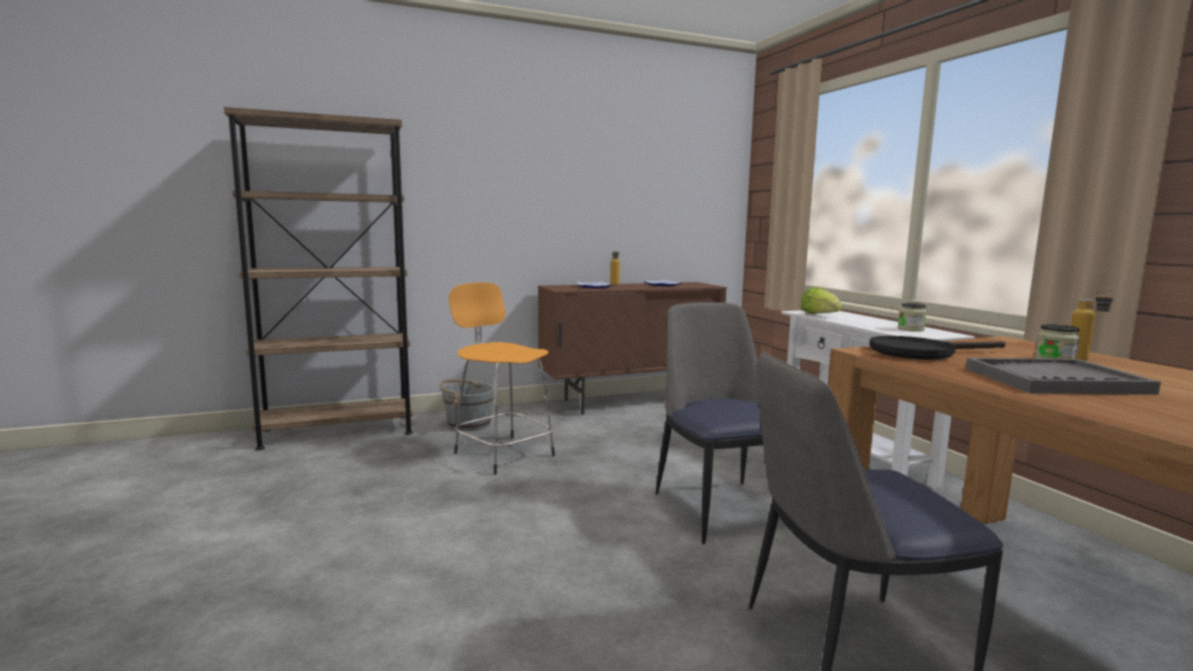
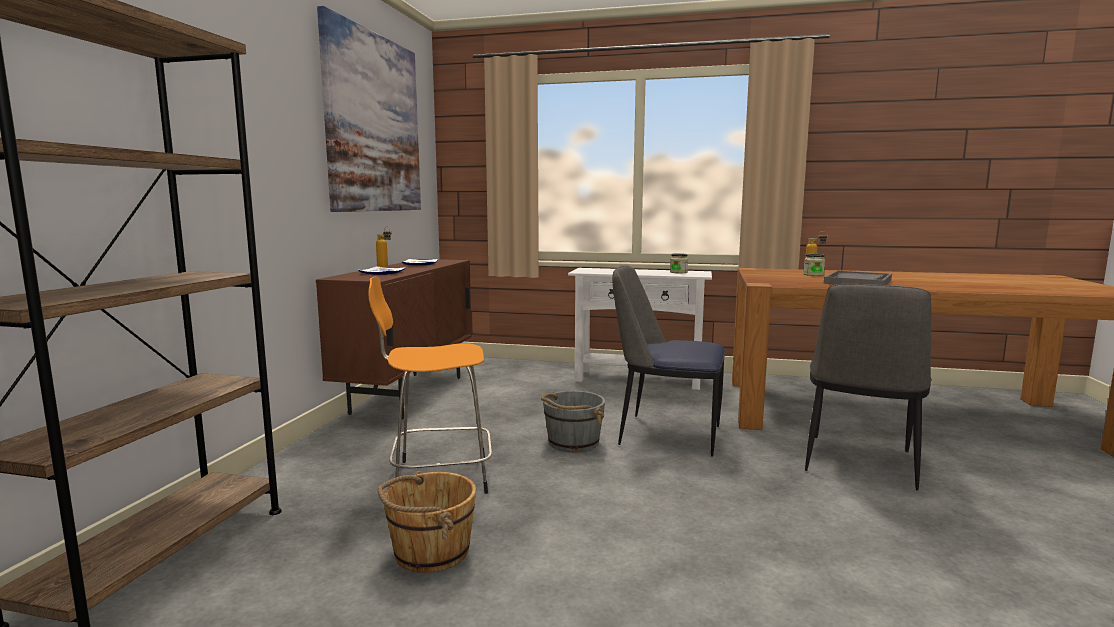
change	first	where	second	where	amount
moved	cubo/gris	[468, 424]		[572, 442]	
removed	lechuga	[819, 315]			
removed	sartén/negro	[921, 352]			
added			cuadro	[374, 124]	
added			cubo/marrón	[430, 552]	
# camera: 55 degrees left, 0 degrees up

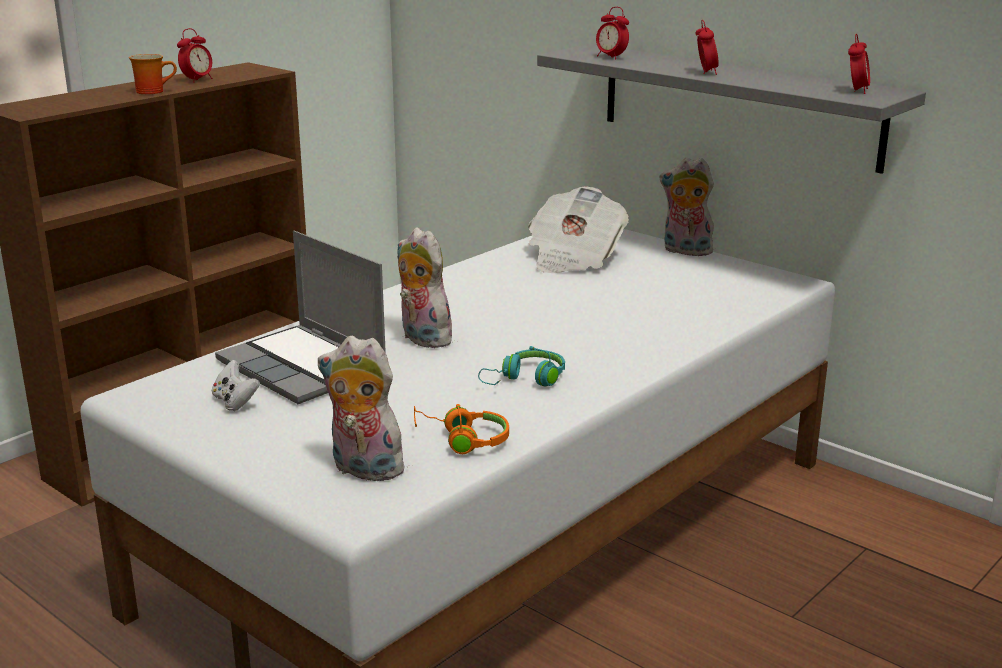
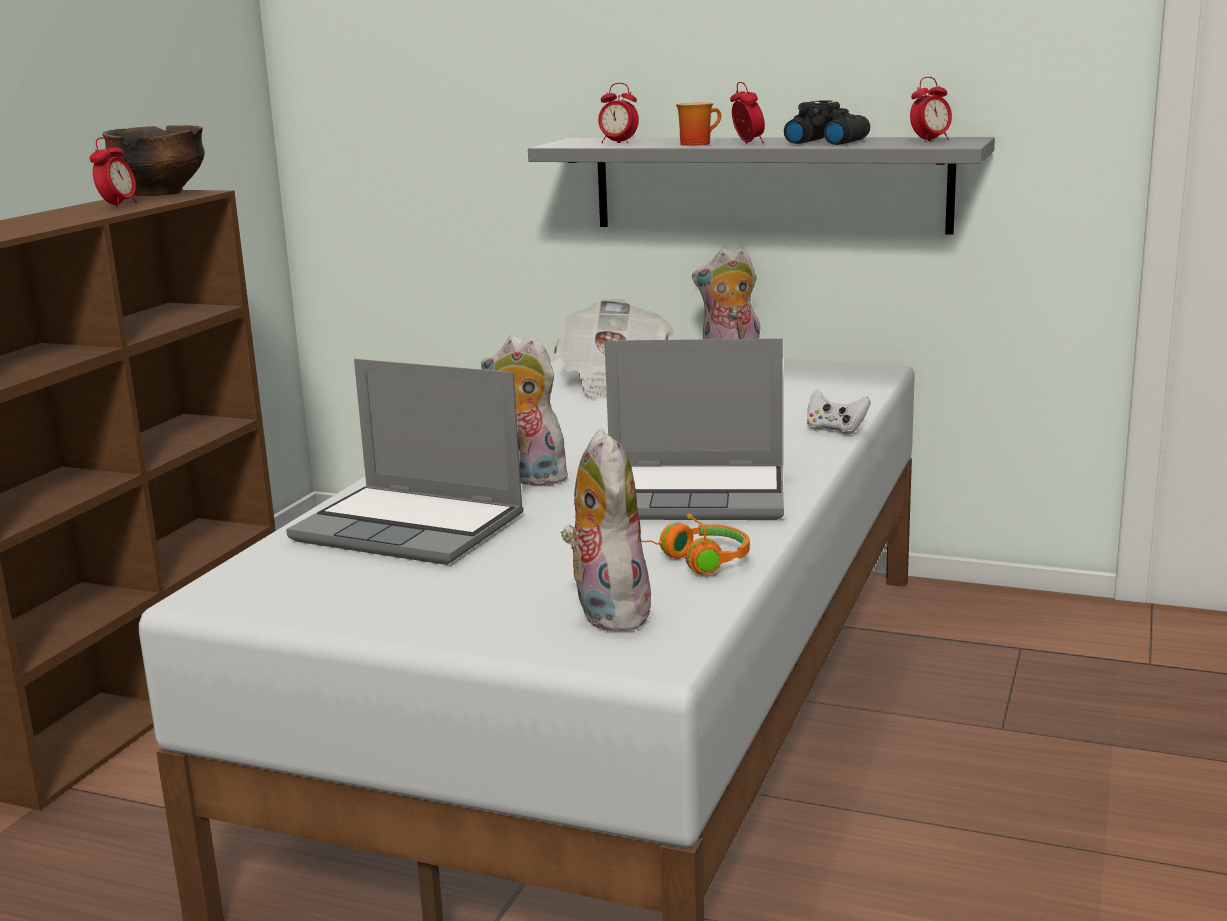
change	first	where	second	where	amount
moved	taza grande	[153, 91]		[696, 144]	
moved	mando de consola/blanco	[235, 402]		[835, 429]	
turned	peluche	[363, 470]		[606, 612]	75 degrees clockwise
replaced	auriculares/turquesa	[526, 380]	portátil	[695, 495]	
turned	despertador	[856, 91]		[930, 141]	60 degrees clockwise
added			cuenco	[159, 194]	
added			prismáticos/negro	[826, 142]	
# camera: 20 degrees left, 5 degrees down

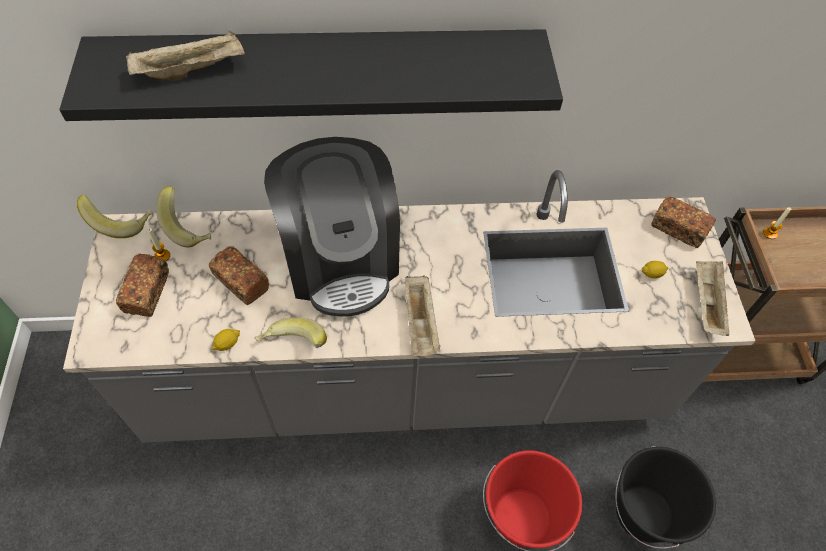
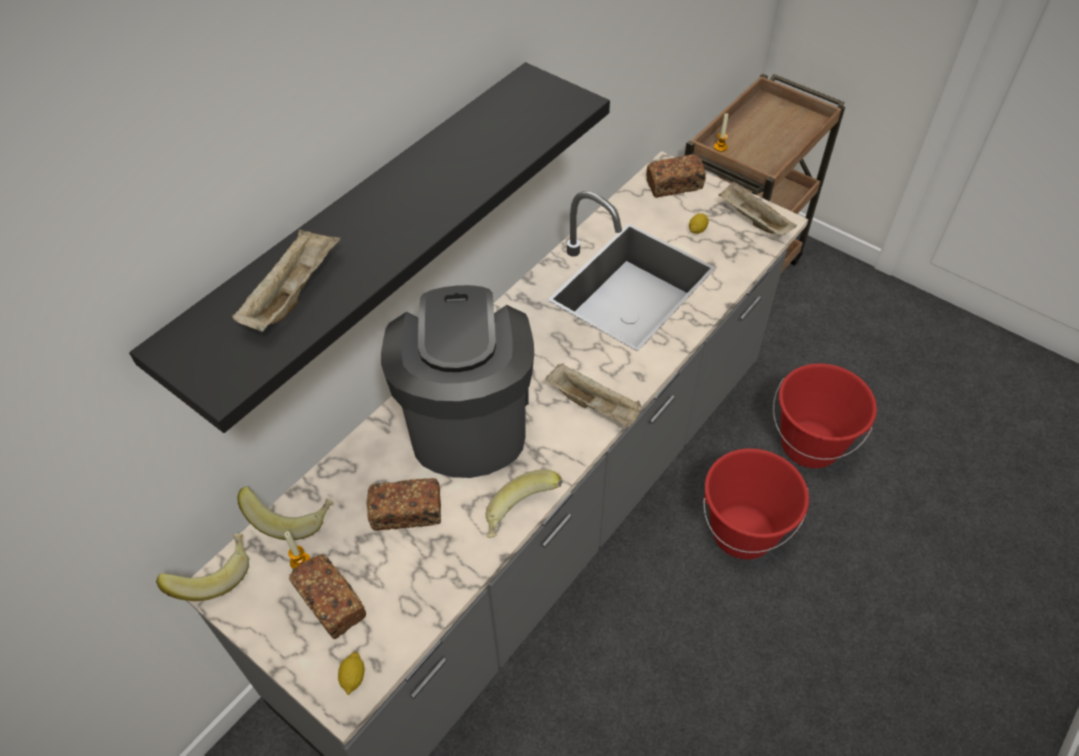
change	first	where	second	where	amount
moved	limón	[227, 344]		[353, 677]	
turned	cafetera	[340, 259]		[467, 418]	120 degrees counterclockwise
recoloured	cubo/negro	[643, 513]	cubo/rojo	[810, 445]	
# camera: 45 degrees left, 5 degrees down

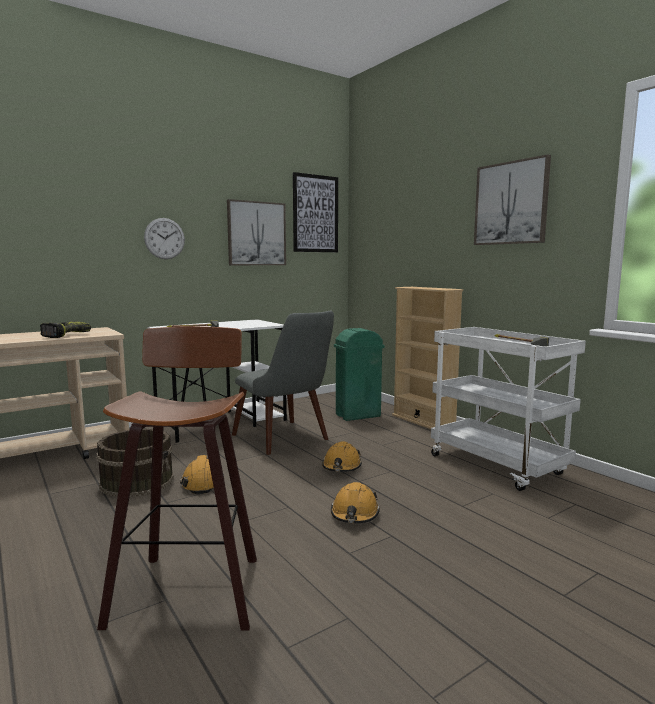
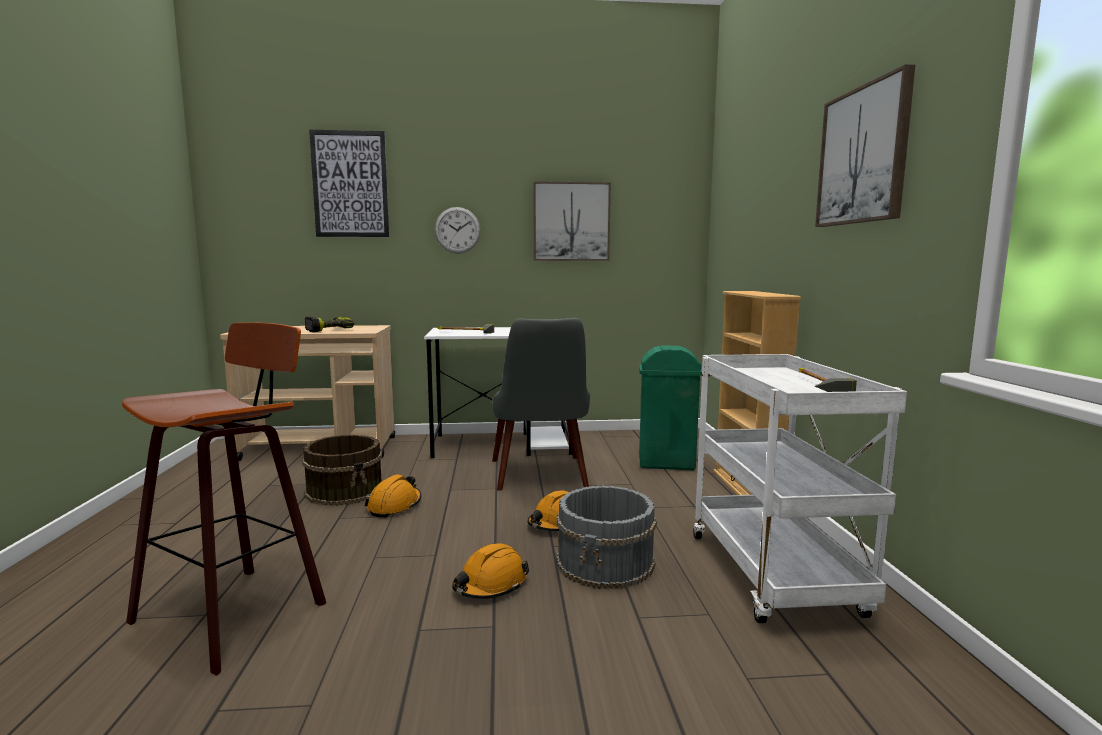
change	first	where	second	where	amount
moved	cuadro	[315, 214]		[350, 184]	
added			cubo/gris	[606, 562]	
# camera: 30 degrees right, 0 degrees up

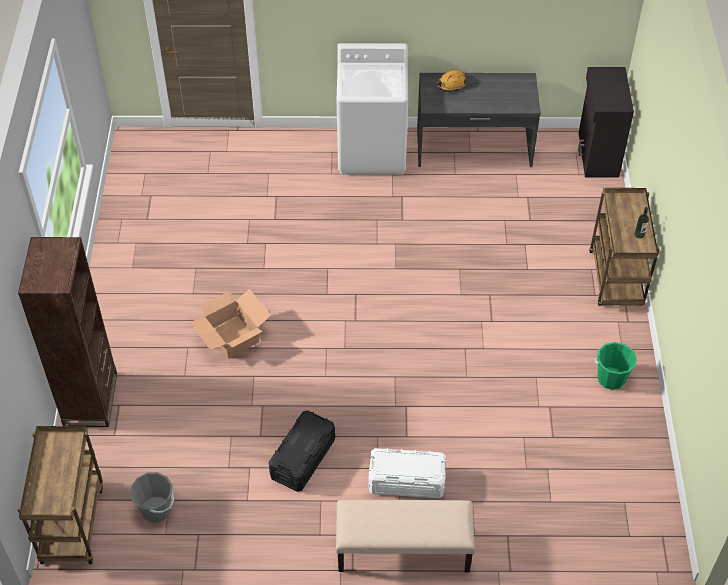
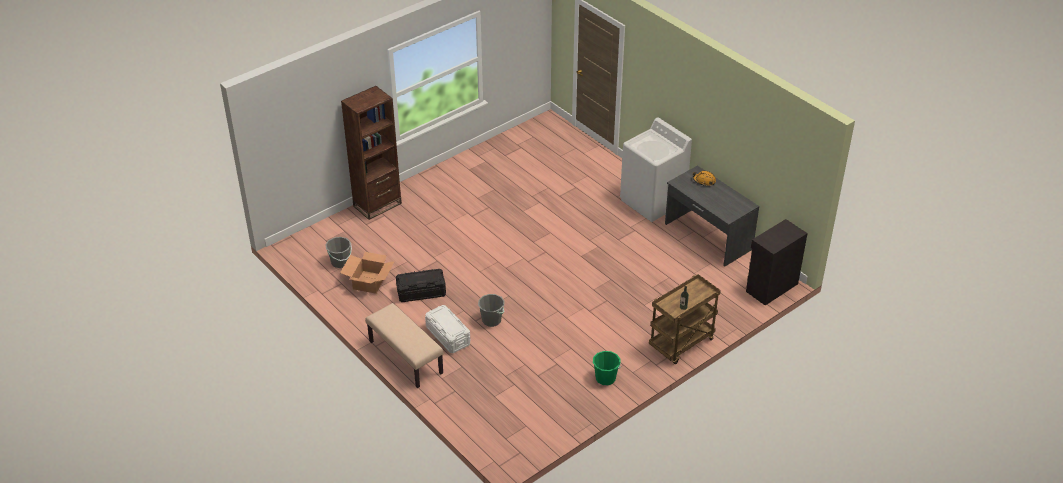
change	first	where	second	where	amount
removed	carrito/marrón	[72, 522]			
moved	caja de cartón	[232, 337]		[369, 282]	
added			cubo/gris	[491, 320]	
# camera: 50 degrees right, 10 degrees down

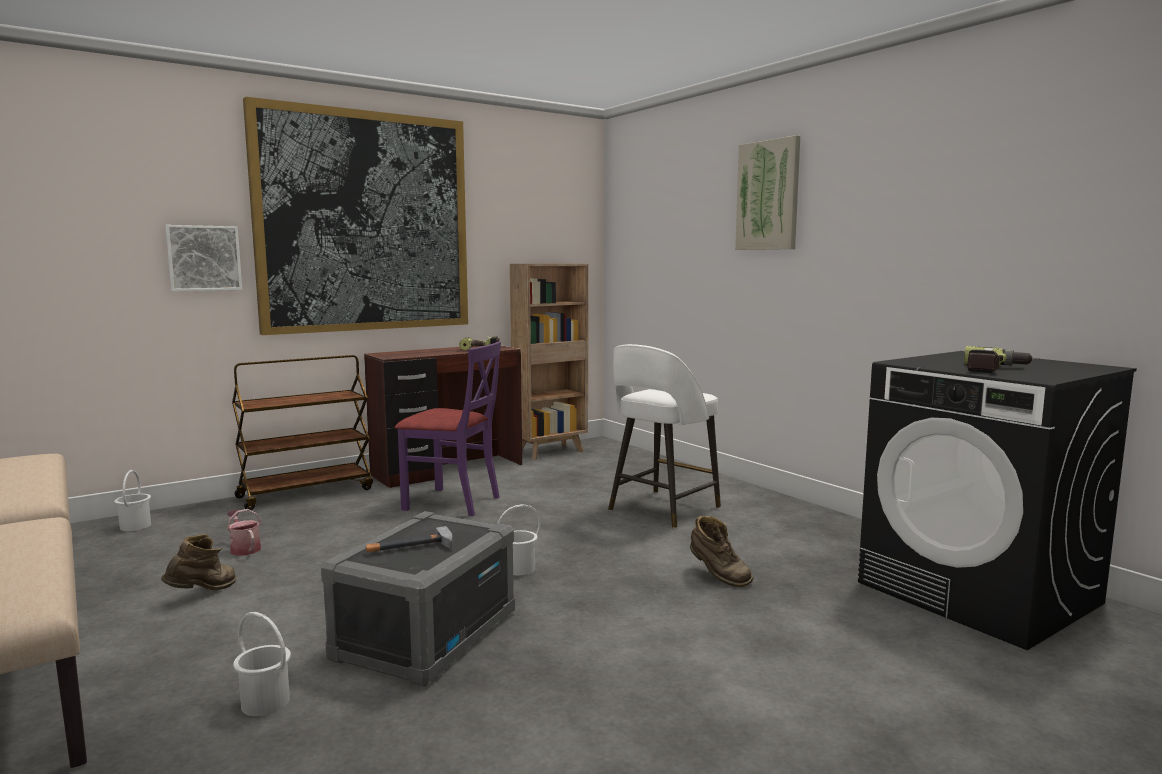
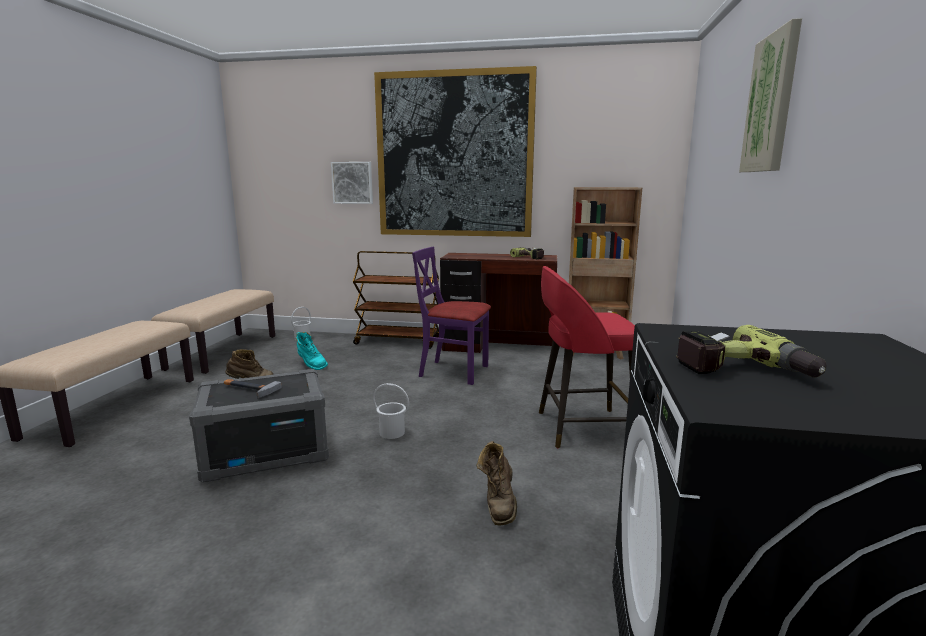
change	first	where	second	where	amount
replaced	regadera	[244, 548]	bota/turquesa	[311, 365]	
removed	cubo/blanco	[265, 703]			
turned	silla/morado	[452, 502]		[454, 371]	135 degrees clockwise
recoloured	taburete/blanco	[662, 509]	taburete/rojo	[581, 428]	
# camera: 45 degrees right, 5 degrees up

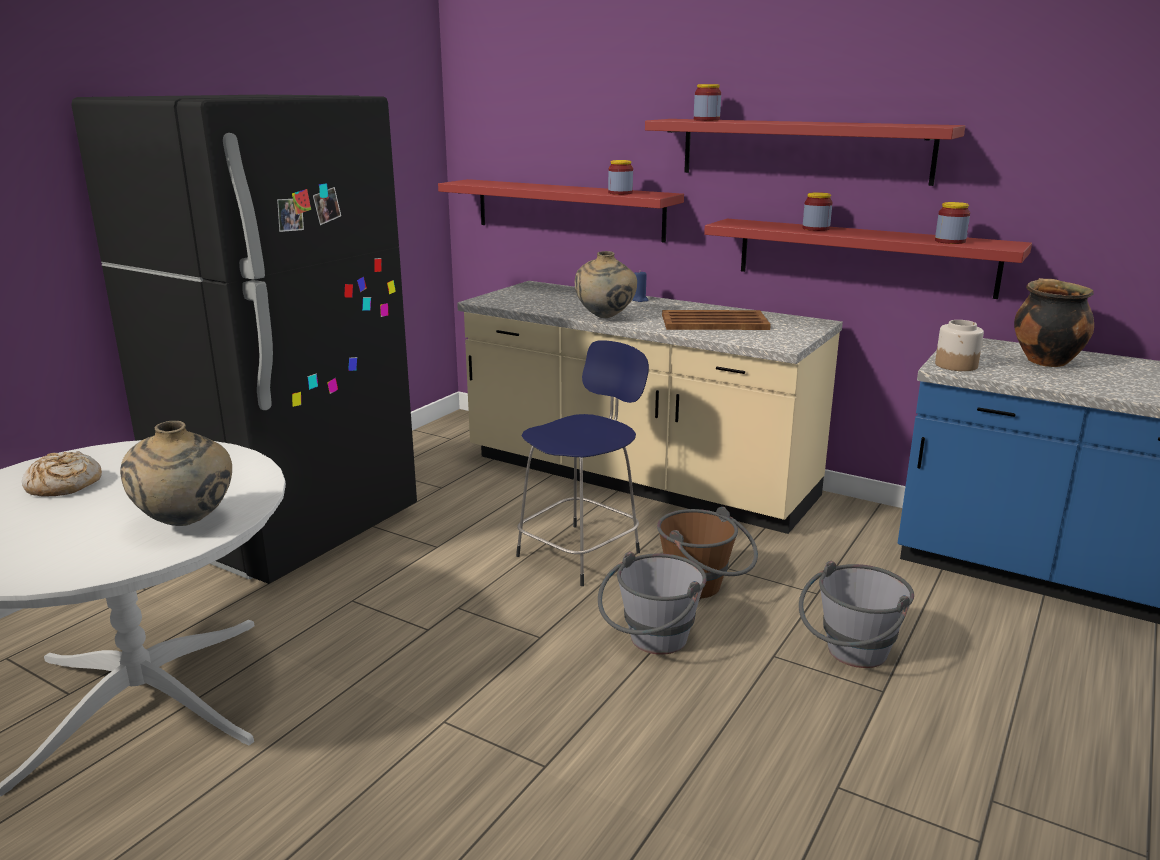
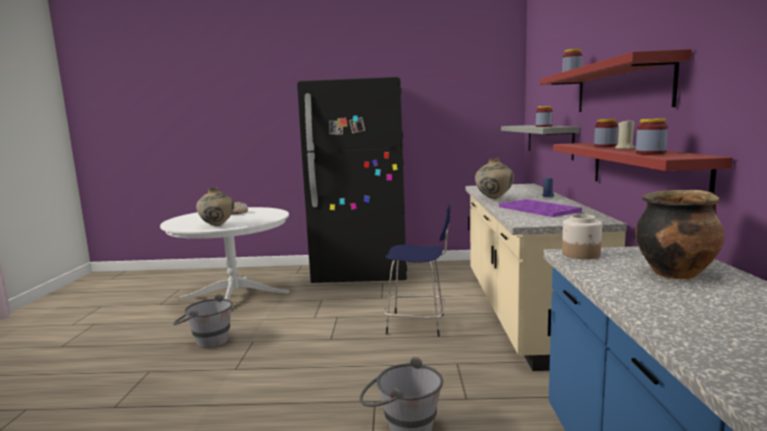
change	first	where	second	where	amount
recoloured	estante/rojo	[568, 209]	estante/gris	[548, 140]	
moved	cubo/gris	[651, 644]		[206, 341]	
removed	cubo/marrón	[704, 589]			
recoloured	bandeja/marrón	[715, 322]	bandeja/morado	[539, 209]	
added			vela/beis	[625, 148]	
# camera: 60 degrees right, 10 degrees down

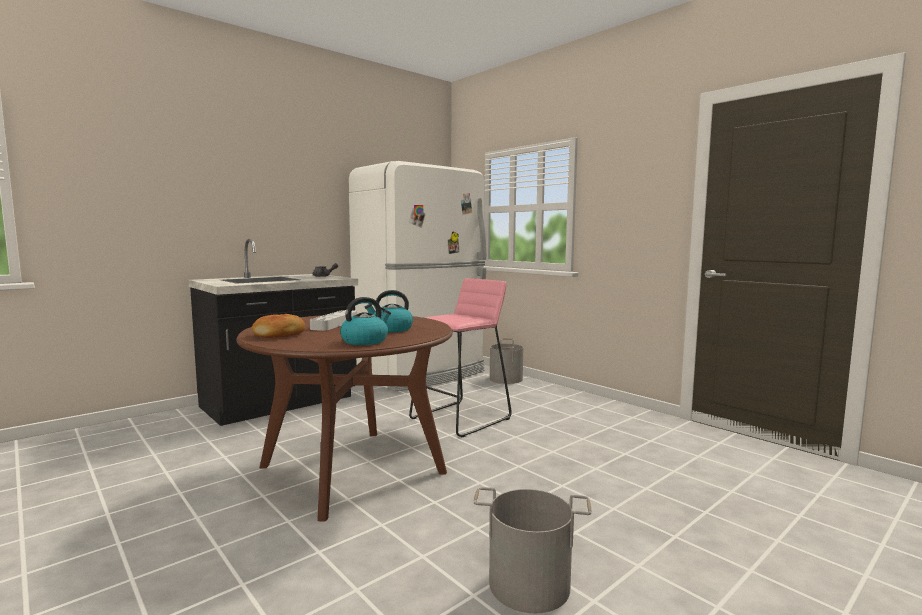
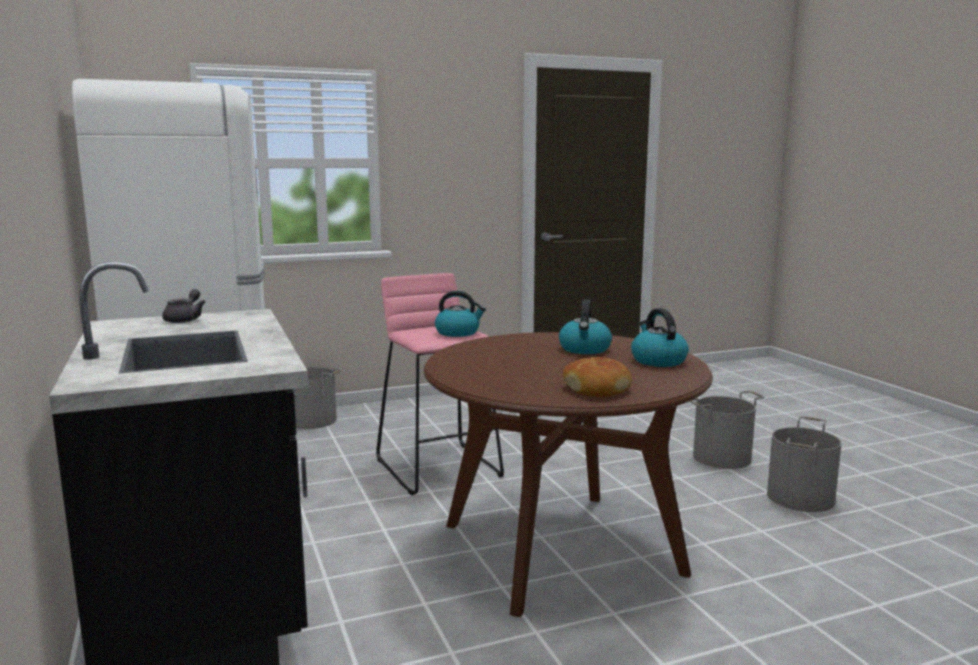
change	first	where	second	where	amount
removed	bandeja/gris	[335, 324]			
added			hervidor	[458, 333]	
added			cubo/gris	[722, 458]	
# camera: 70 degrees left, 5 degrees up

